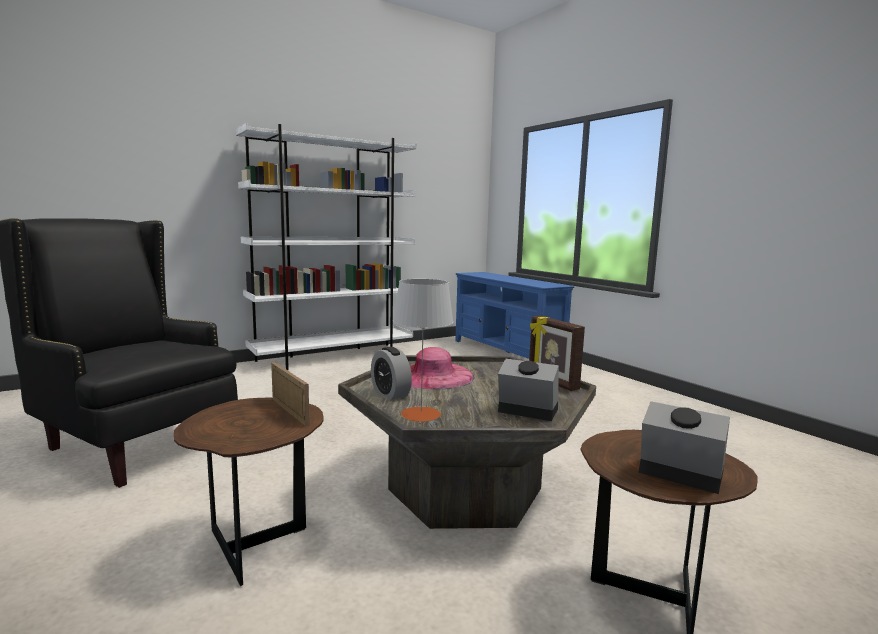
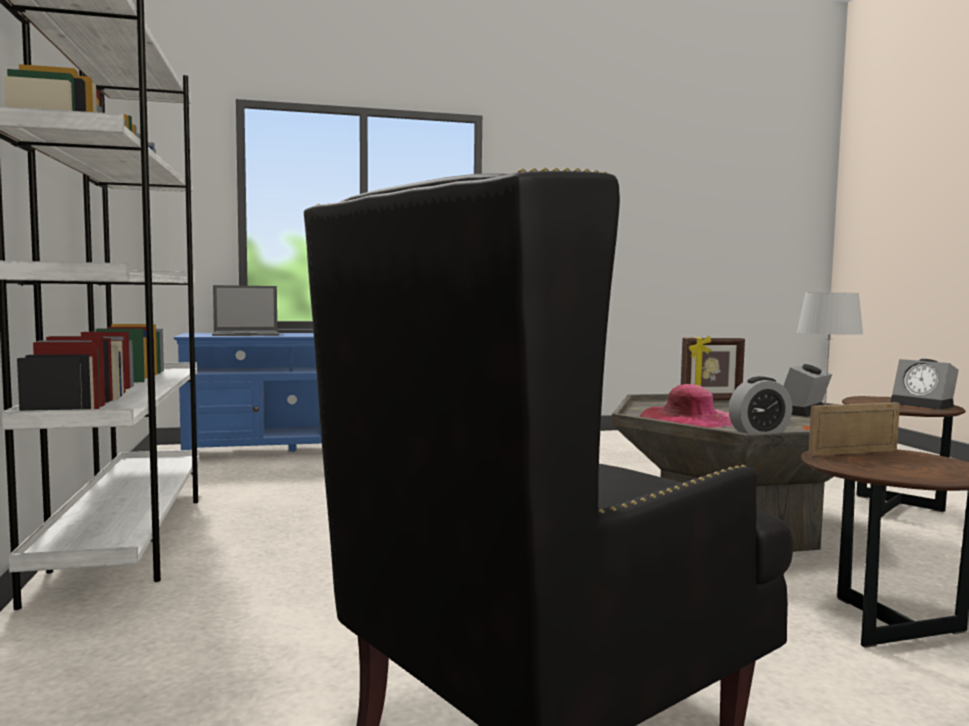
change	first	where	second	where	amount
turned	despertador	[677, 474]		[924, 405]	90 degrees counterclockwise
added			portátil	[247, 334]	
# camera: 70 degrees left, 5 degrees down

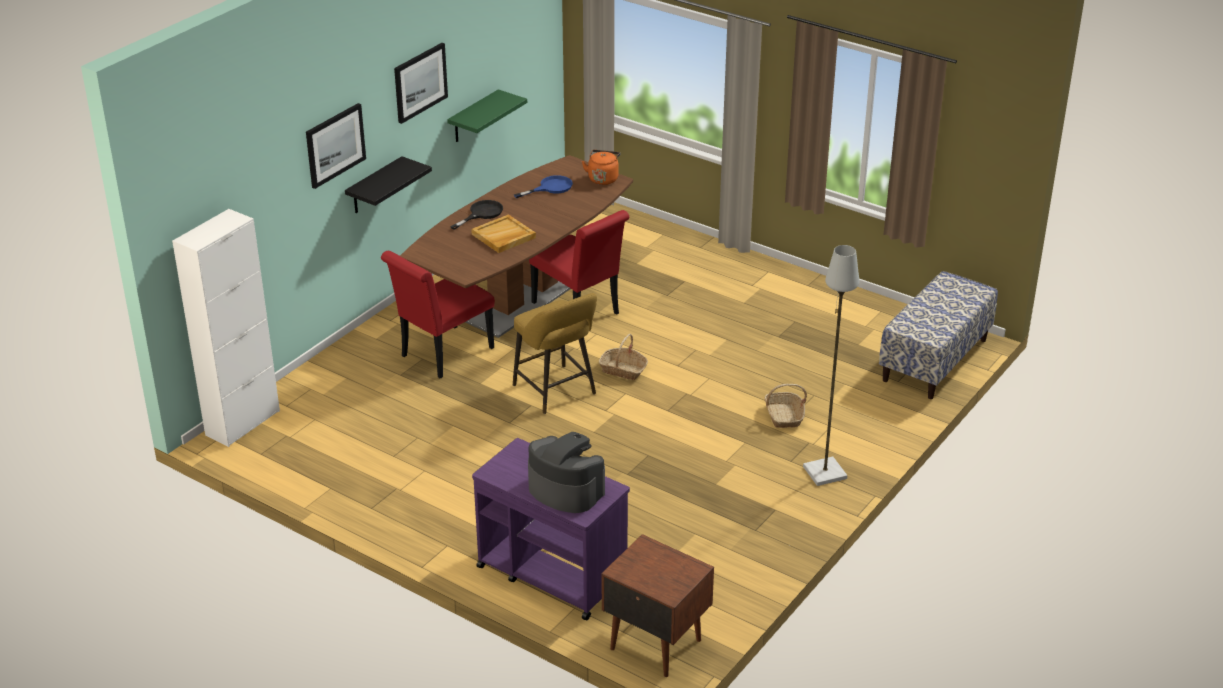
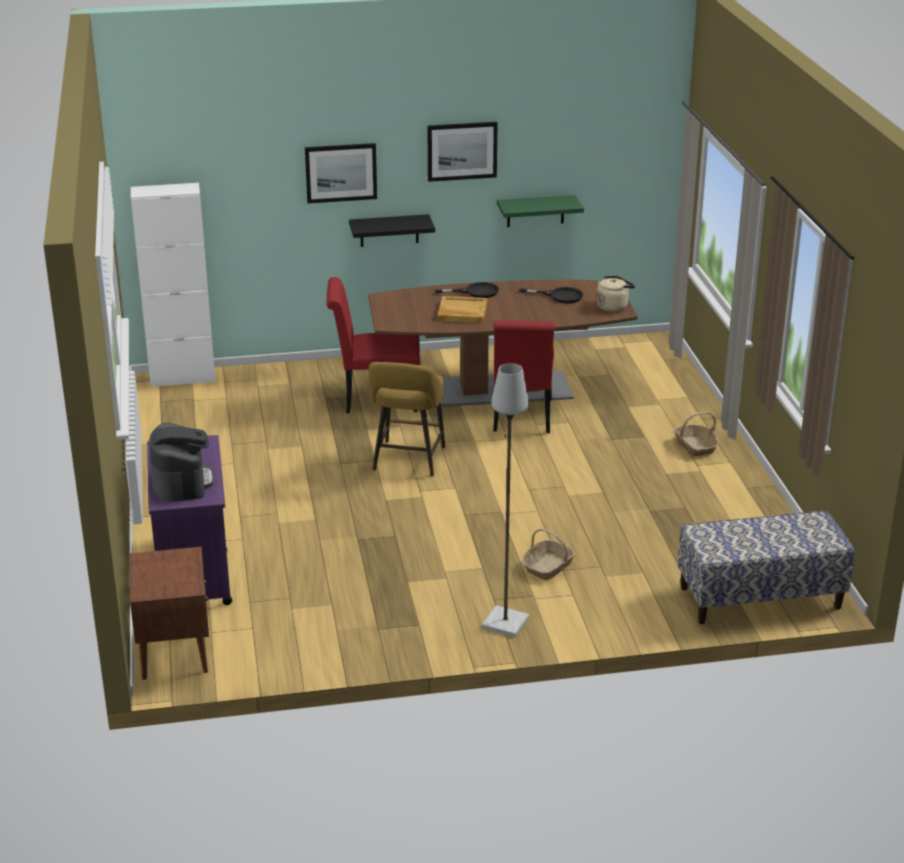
change	first	where	second	where	amount
recoloured	sartén/azul	[550, 188]	sartén/negro	[560, 296]	
recoloured	hervidor/naranja	[603, 178]	hervidor/beis	[613, 306]	
moved	cesta	[623, 370]		[695, 446]	
# camera: 45 degrees right, 5 degrees down

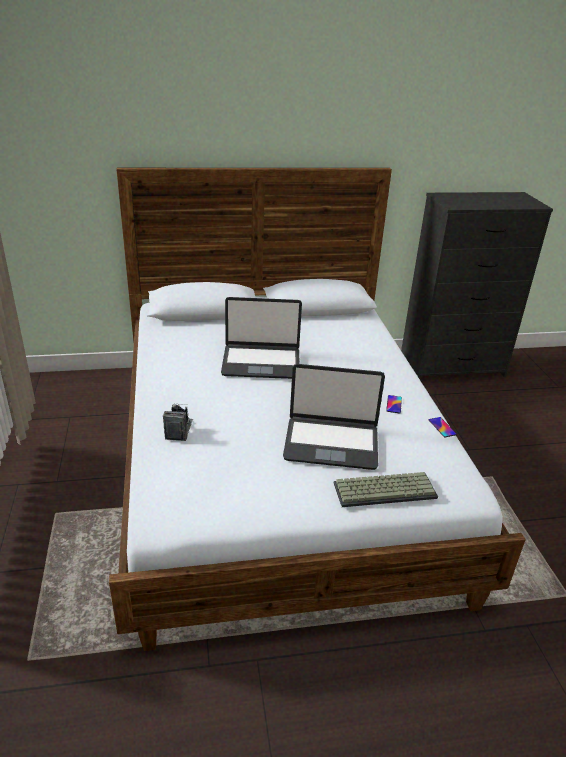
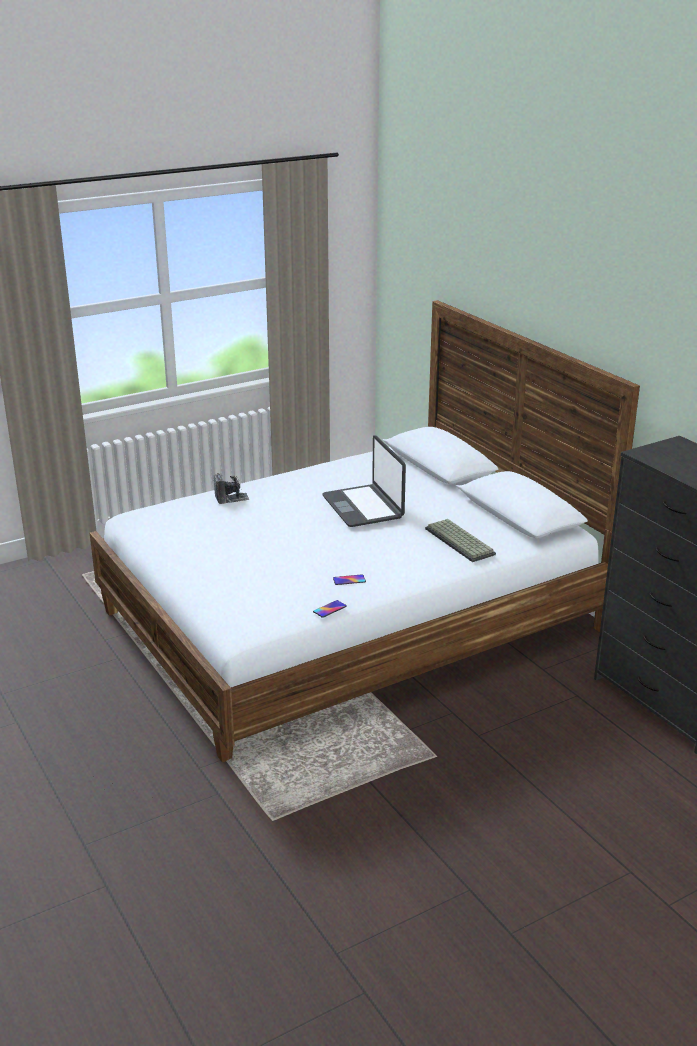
change	first	where	second	where	amount
removed	portátil	[331, 443]			
moved	teclado	[385, 489]		[461, 541]	
# camera: 70 degrees right, 5 degrees down

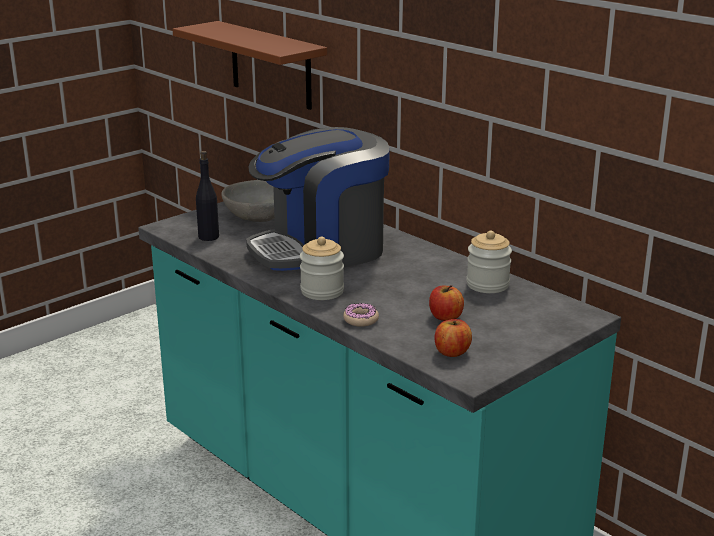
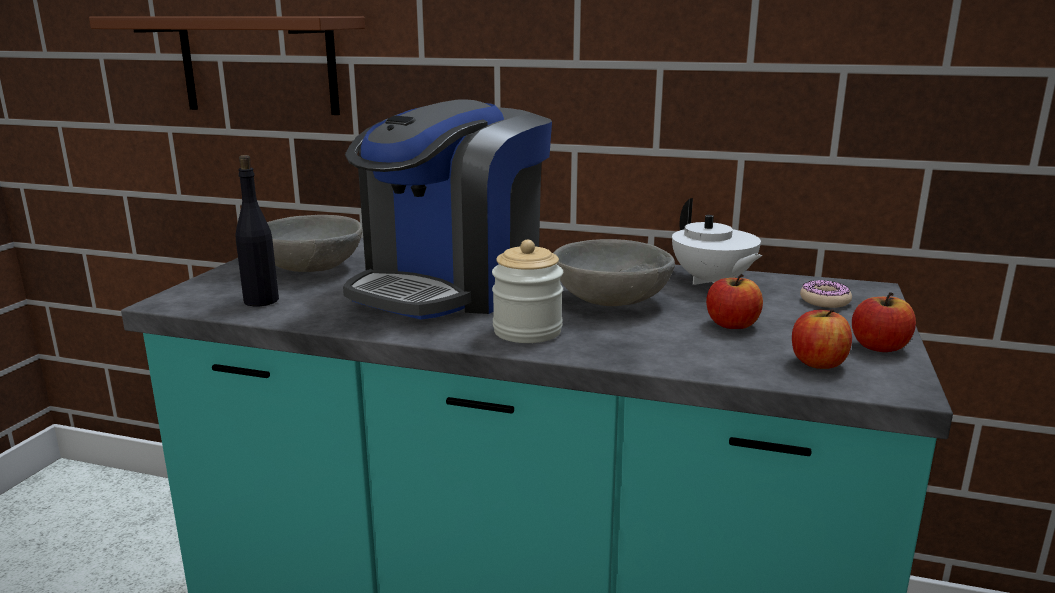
change	first	where	second	where	amount
moved	rosquilla	[361, 320]		[824, 301]	
replaced	tarro	[487, 285]	tetera/blanco	[712, 282]	
added			cuenco/gris	[612, 300]	
added			manzana	[879, 347]	
# camera: 30 degrees left, 5 degrees down

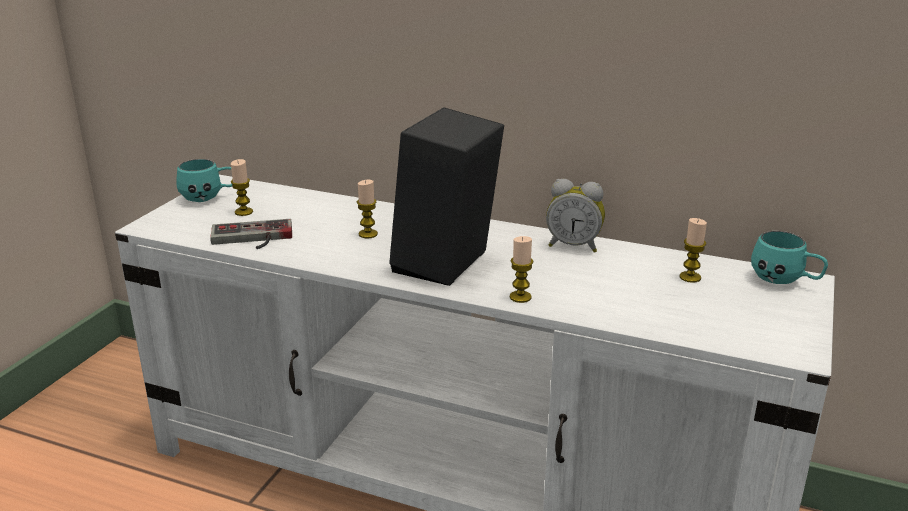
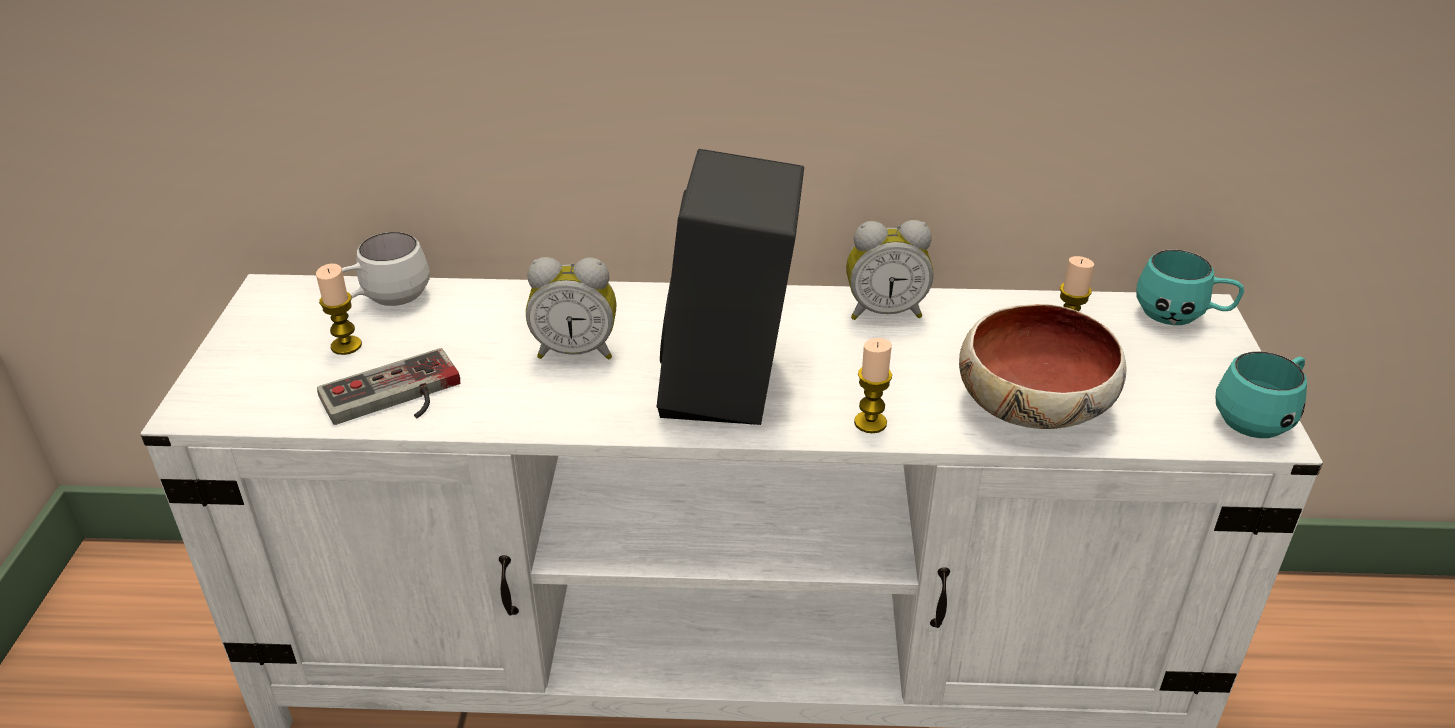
change	first	where	second	where	amount
moved	taza grande/turquesa	[209, 197]		[1259, 418]	
replaced	vela	[368, 234]	despertador	[576, 350]	
added			taza grande/blanco	[385, 300]	
added			cuenco	[1033, 405]	
# camera: 20 degrees left, 10 degrees up

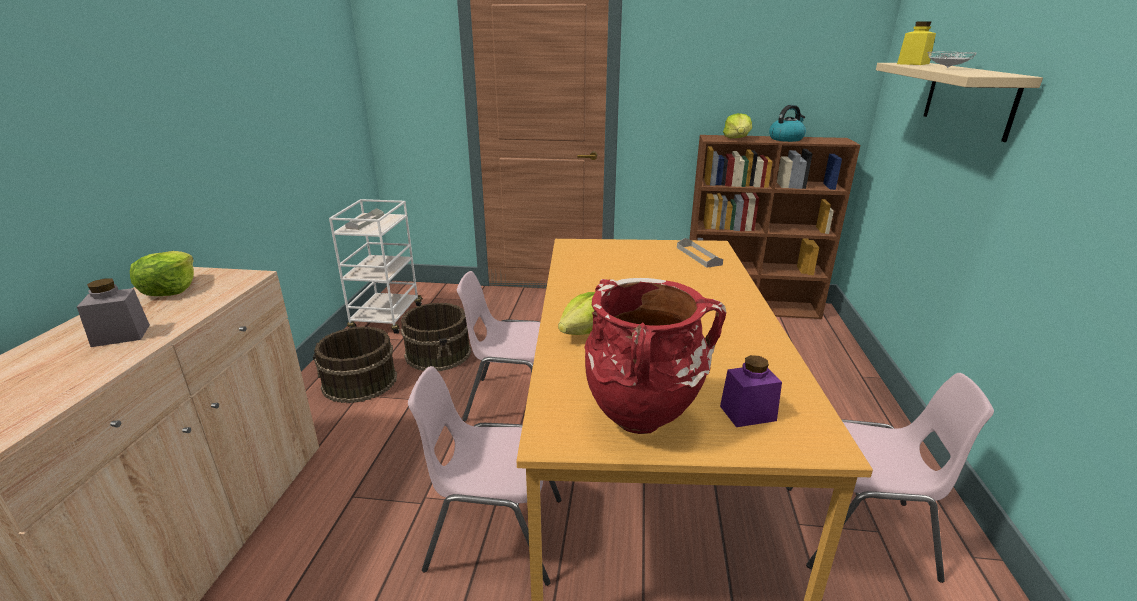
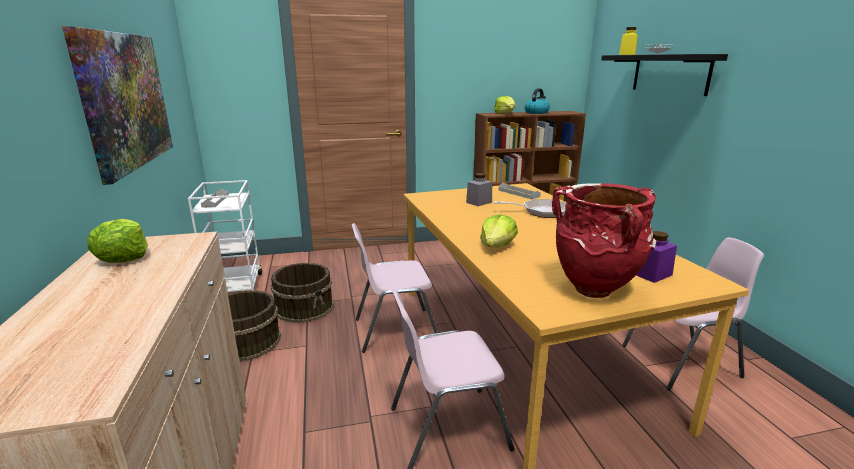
change	first	where	second	where	amount
moved	tarro/gris	[121, 335]		[479, 202]	
recoloured	estante/beis	[968, 98]	estante/negro	[670, 73]	
added			cuadro	[126, 100]	
added			sartén	[541, 212]	
# camera: 20 degrees left, 5 degrees down

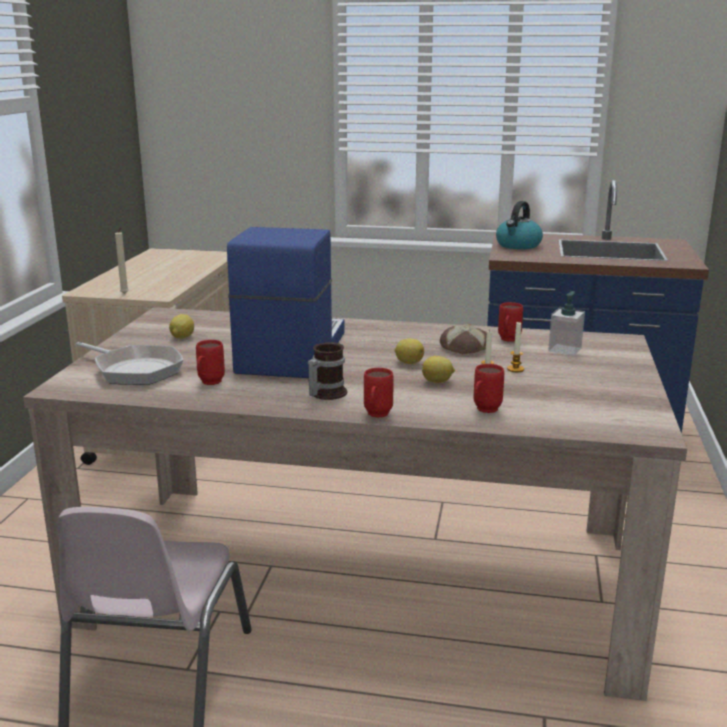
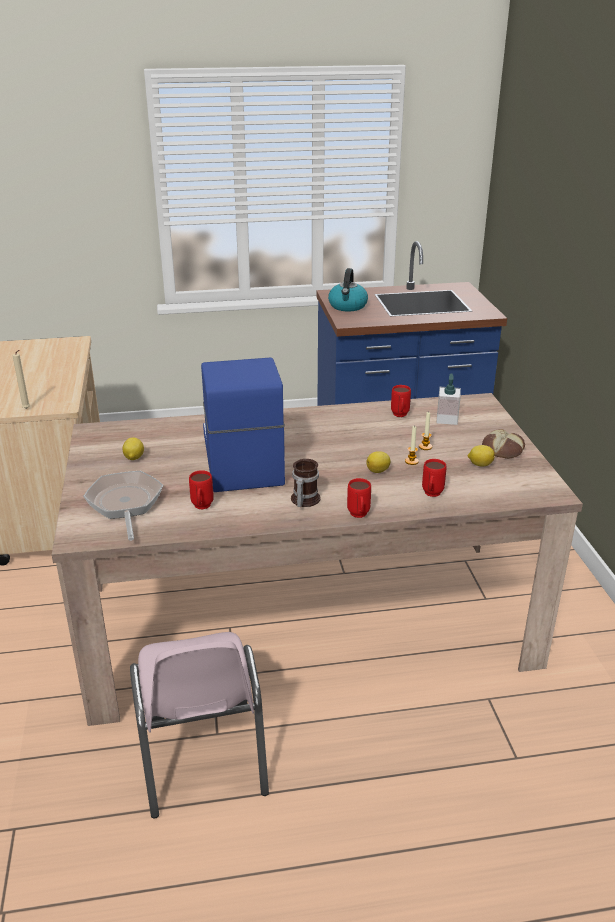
change	first	where	second	where	amount
turned	sartén	[135, 370]		[125, 504]	120 degrees counterclockwise
moved	limón	[408, 362]		[480, 464]	
moved	pan	[465, 347]		[503, 450]	
# camera: 20 degrees left, 10 degrees up

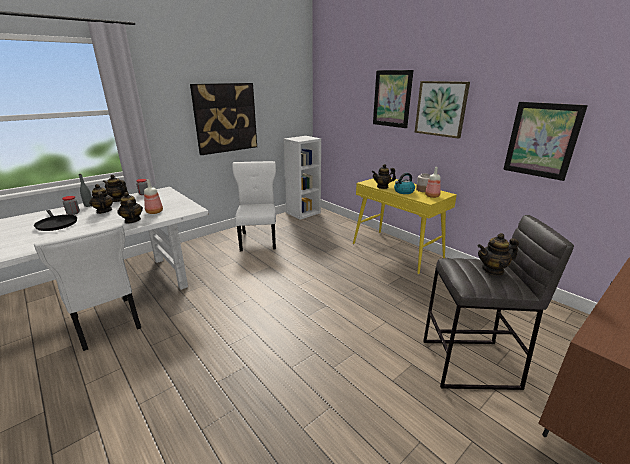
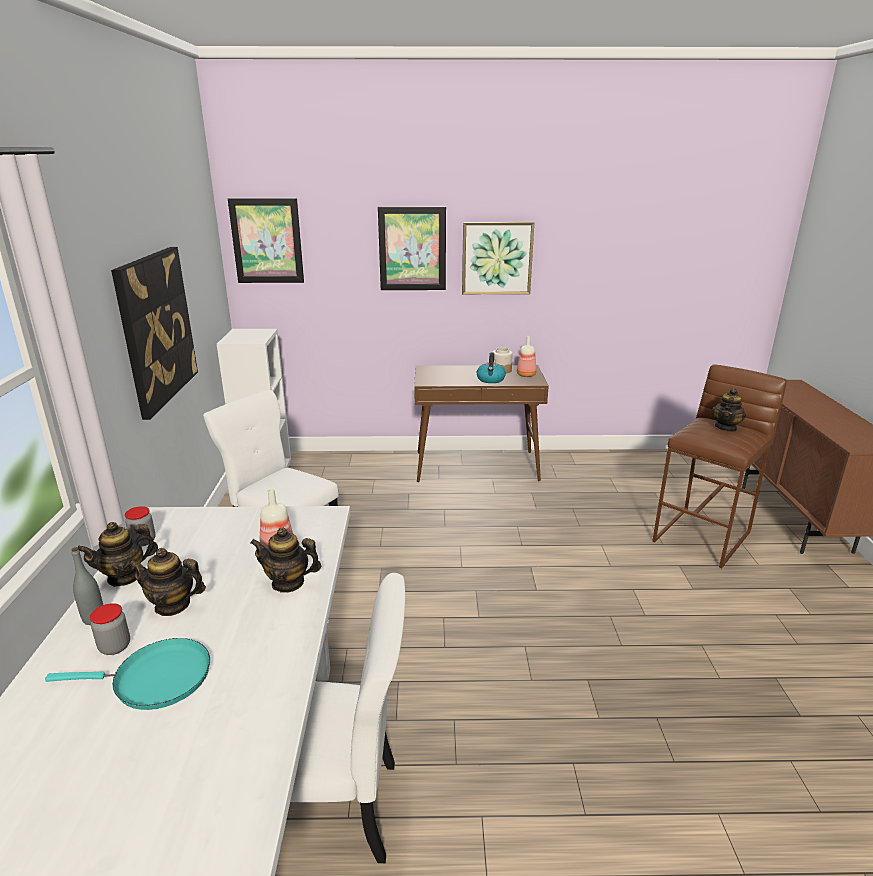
change	first	where	second	where	amount
recoloured	sartén/negro	[56, 224]	sartén/turquesa	[156, 679]	
recoloured	mesa consola/amarillo	[397, 251]	mesa consola/marrón	[477, 466]	
removed	tetera	[382, 187]			
recoloured	taburete/gris	[470, 364]	taburete/marrón	[703, 536]	
moved	cuadro	[541, 140]		[267, 241]	
# camera: 50 degrees left, 0 degrees up

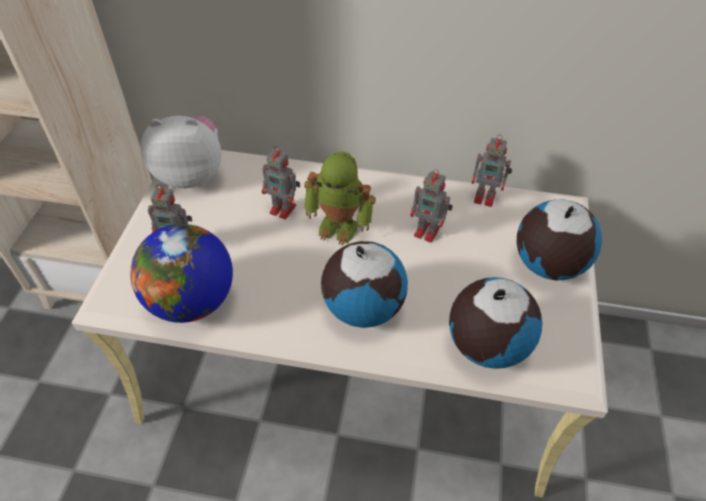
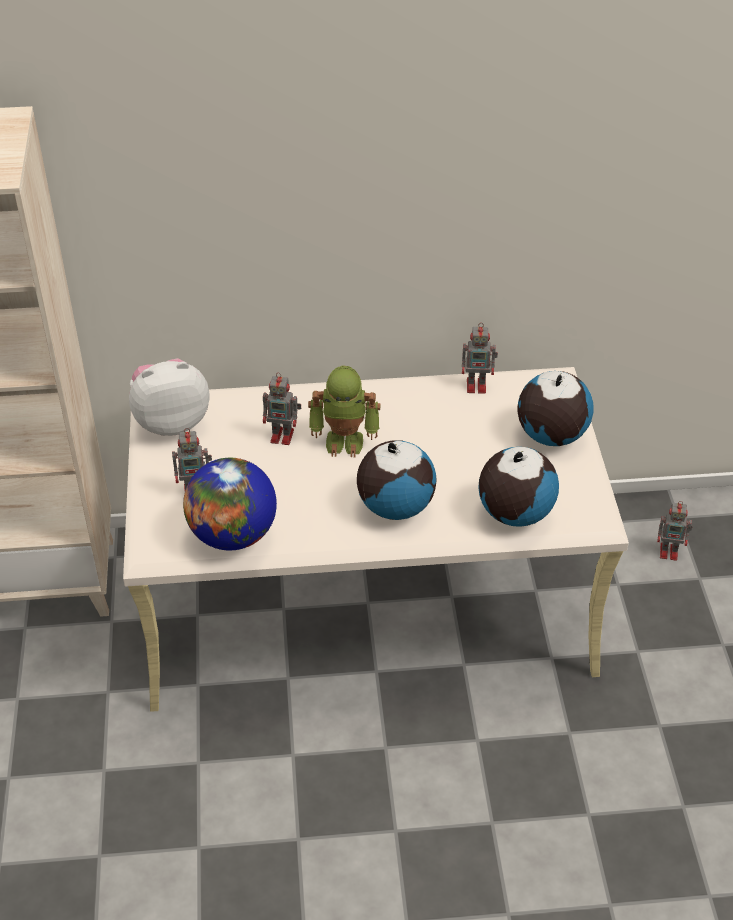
change	first	where	second	where	amount
moved	robot de juguete	[428, 232]		[670, 552]	
# camera: 15 degrees left, 5 degrees down

